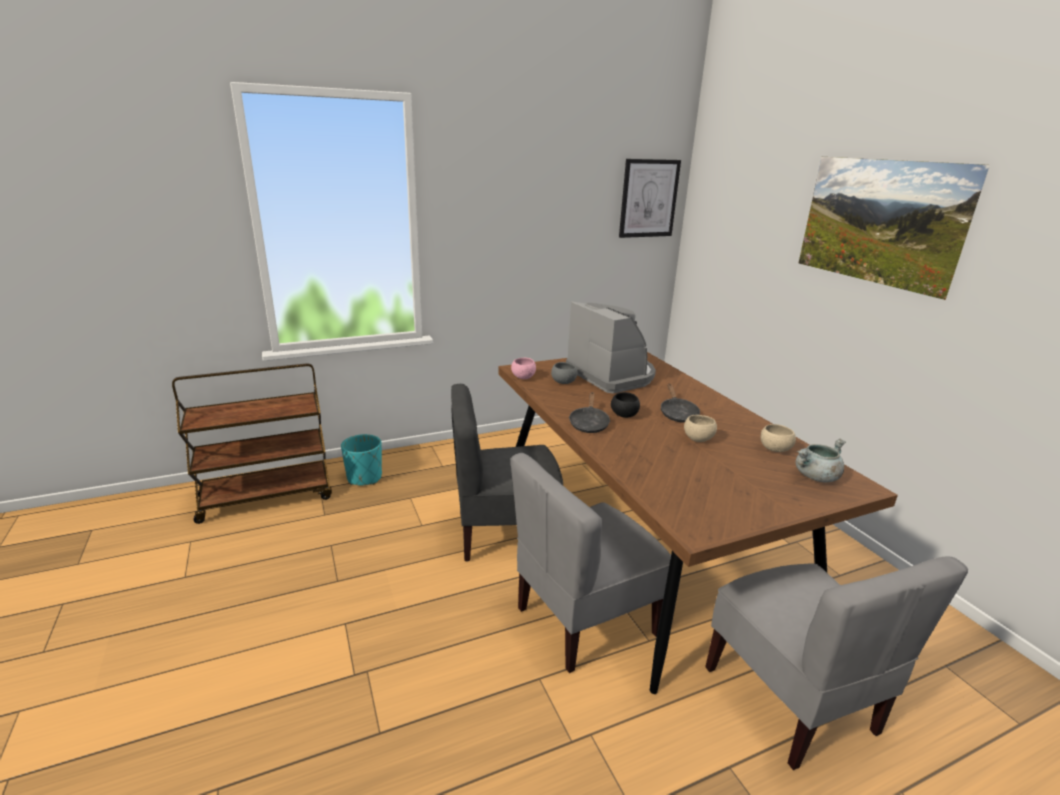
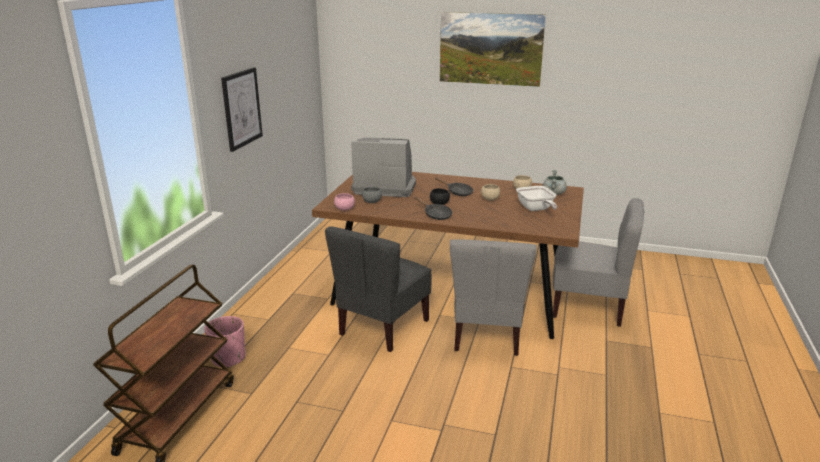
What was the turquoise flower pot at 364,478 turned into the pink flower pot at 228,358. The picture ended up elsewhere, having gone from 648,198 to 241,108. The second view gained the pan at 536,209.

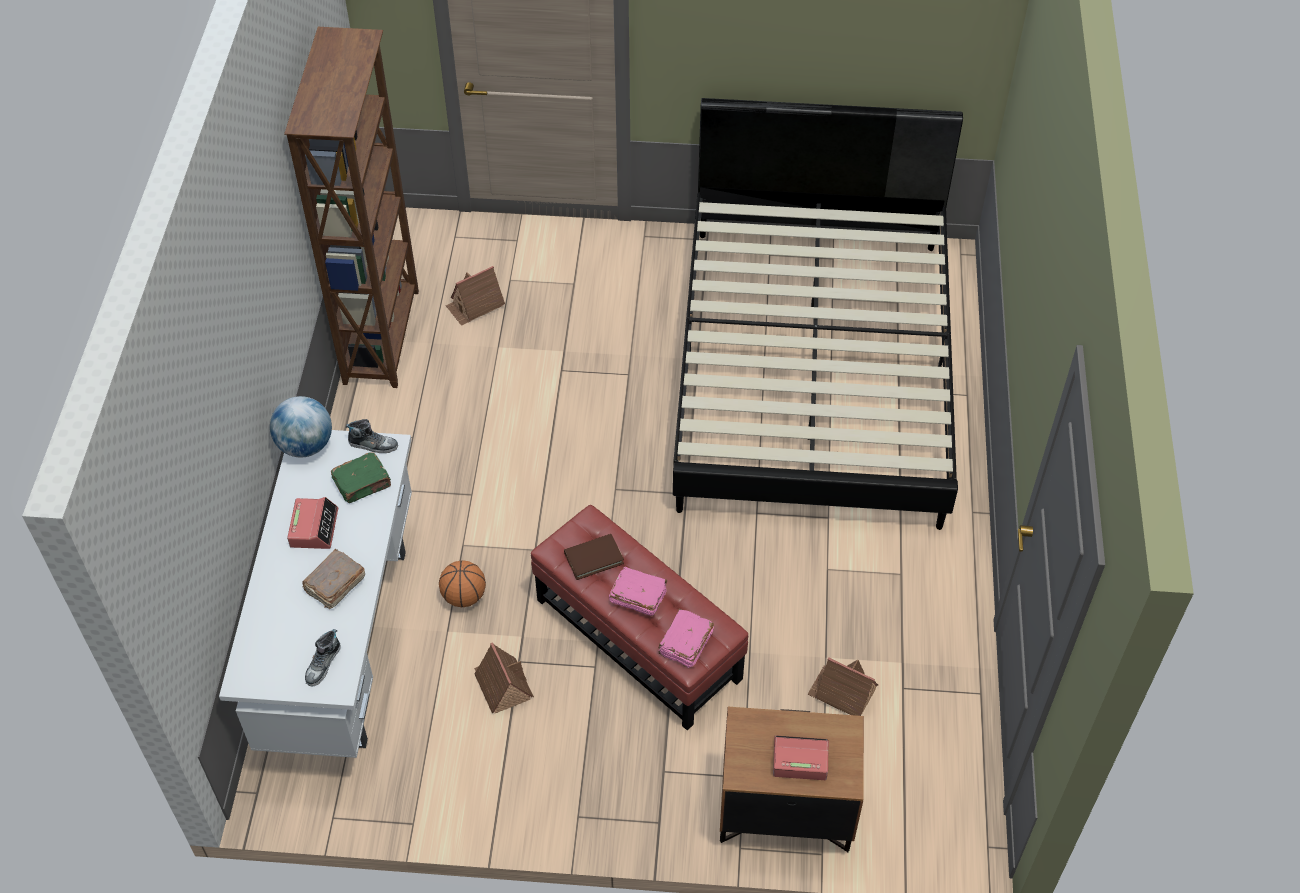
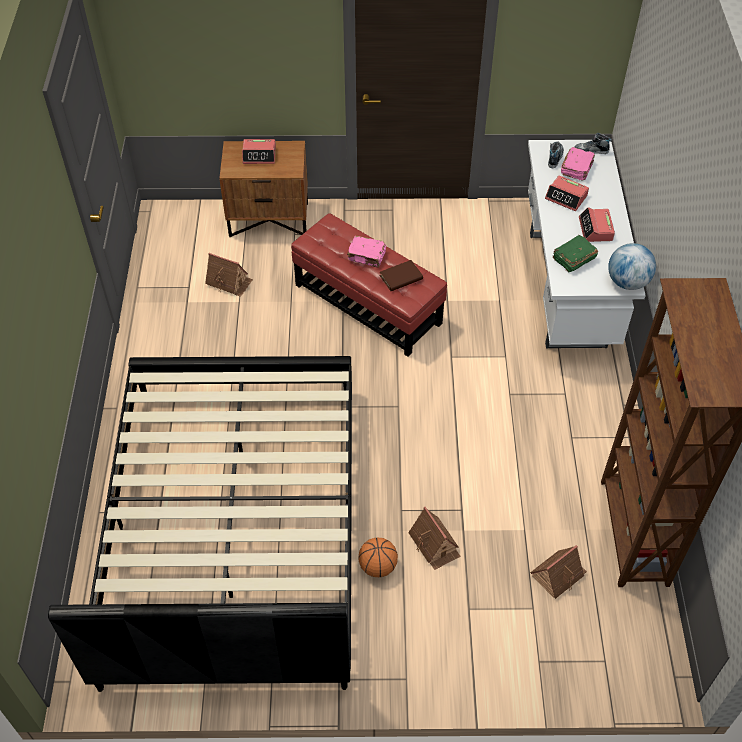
The basketball ball ended up elsewhere, having gone from 464,596 to 377,566. The miniature house ended up elsewhere, having gone from 502,685 to 434,544. Where the brown volume stood at 334,585, the alarm clock came to stand at 566,197. The pink volume ended up elsewhere, having gone from 685,644 to 577,169. The low shoe ended up elsewhere, having gone from 373,444 to 591,151.

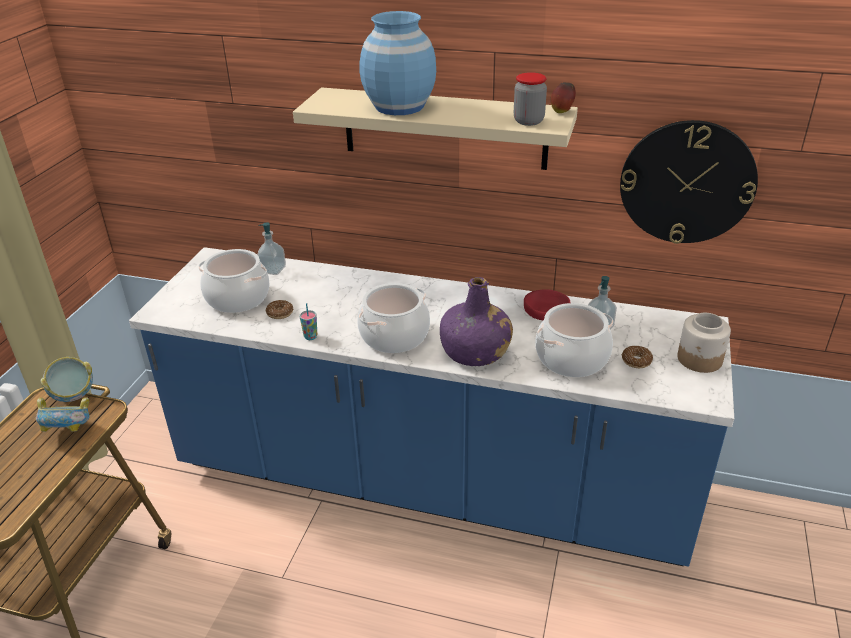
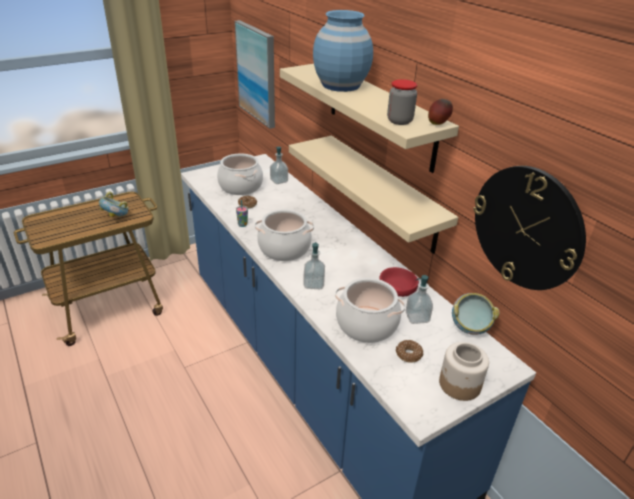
The second view gained the picture at 257,74. The second view gained the sand-coloured bracket shelf at 384,193. Where the purple beverage bottle stood at 475,352, the soap dispenser came to stand at 313,284. The deep dish ended up elsewhere, having gone from 73,396 to 469,328.

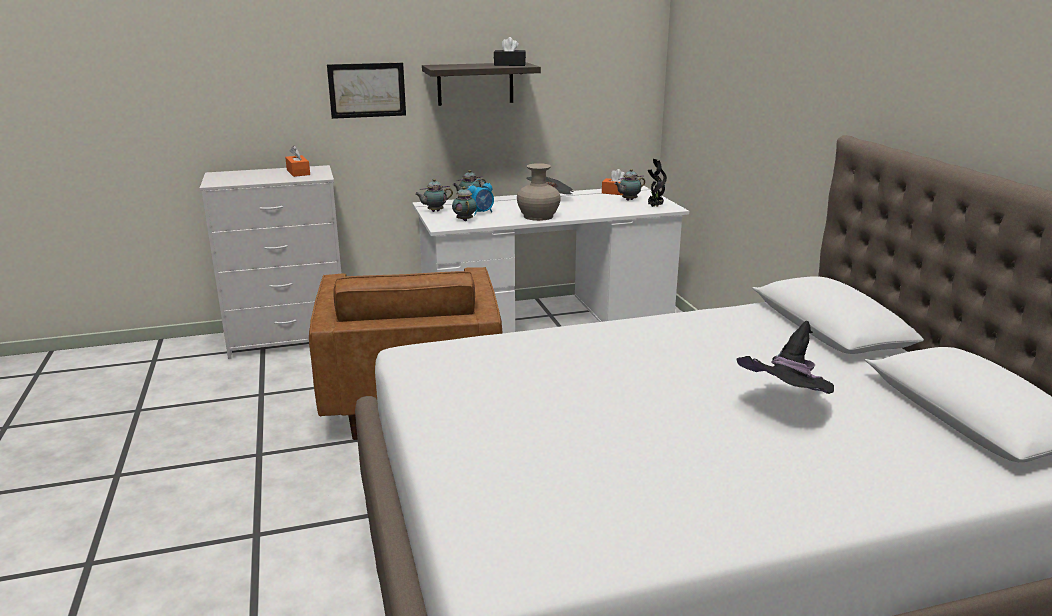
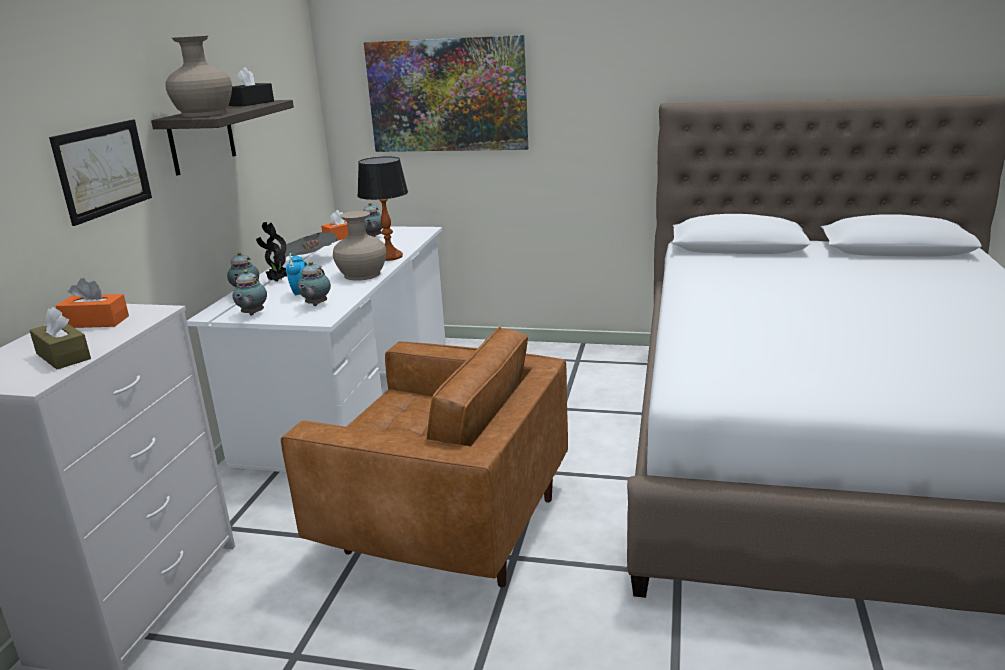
The second view gained the brown box of tissues at 63,356. The second view gained the sand-coloured vase at 204,114. The potted plant ended up elsewhere, having gone from 654,207 to 277,281. The teapot at 464,220 ended up facing another way, 90 degrees counterclockwise from before. The second view gained the lamp for a table at 389,257. The second view gained the picture at 447,95. The second view lost the blackish hat at 786,407.

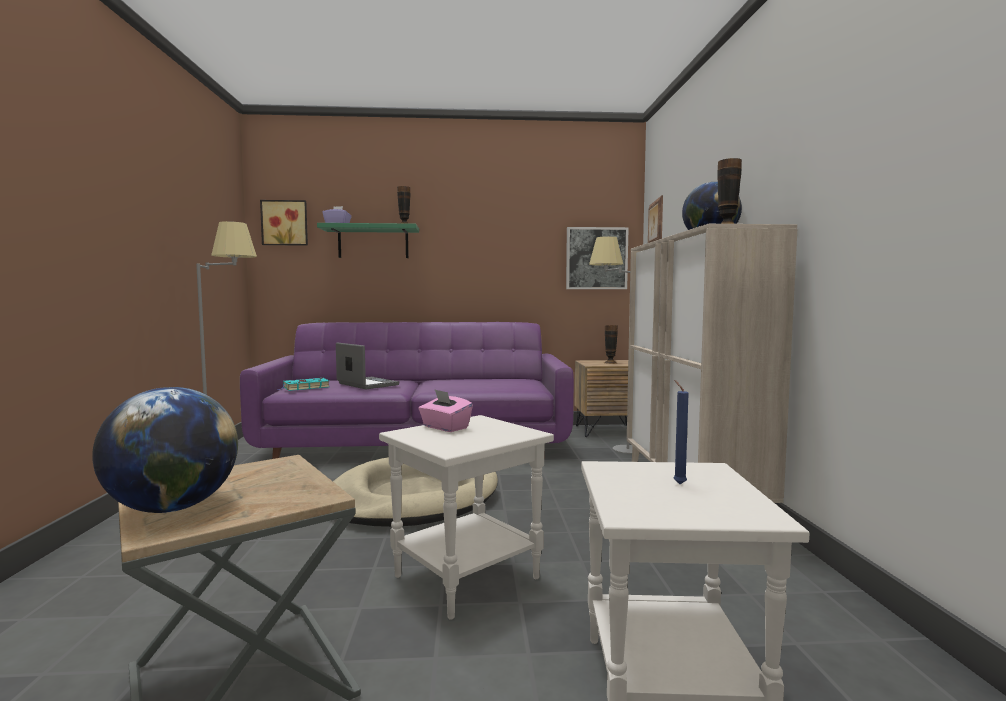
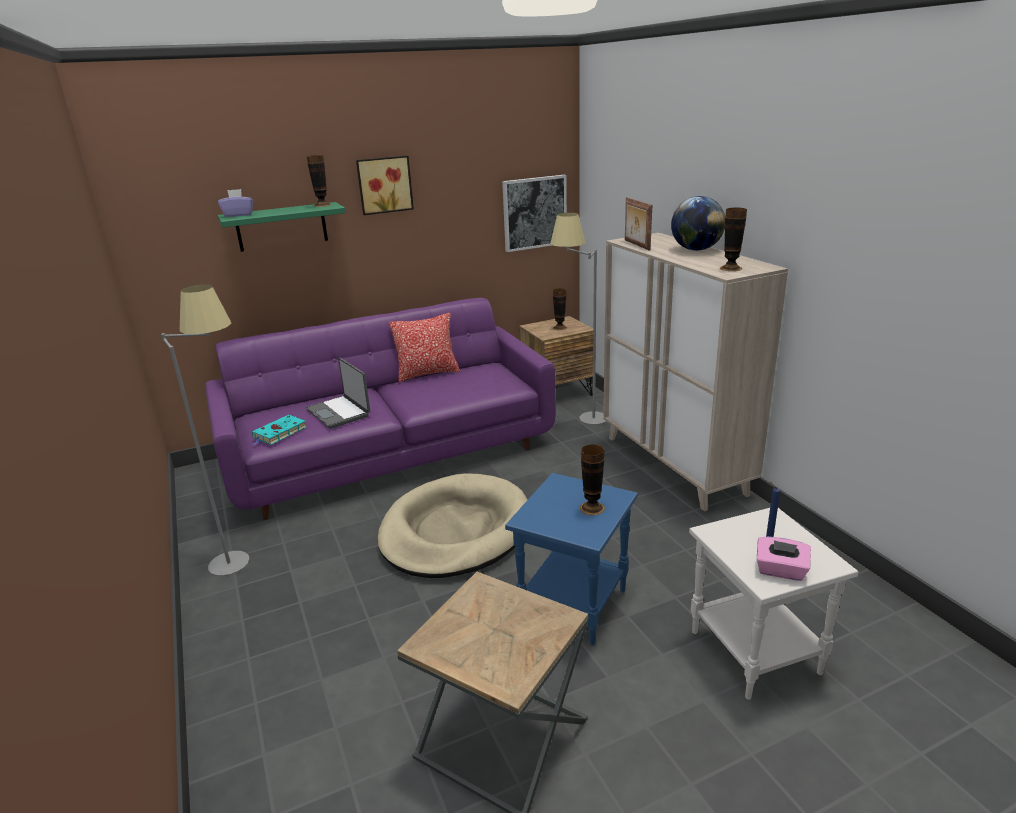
The portable computer at 366,384 ended up facing another way, 150 degrees counterclockwise from before. The picture ended up elsewhere, having gone from 285,223 to 384,185. The second view gained the cushion at 427,374. What was the whitish accent table at 466,576 turned into the blue-coloured accent table at 572,604. The second view gained the vase at 592,508. The pink box of tissues ended up elsewhere, having gone from 445,427 to 780,571. The second view lost the world globe at 173,508.

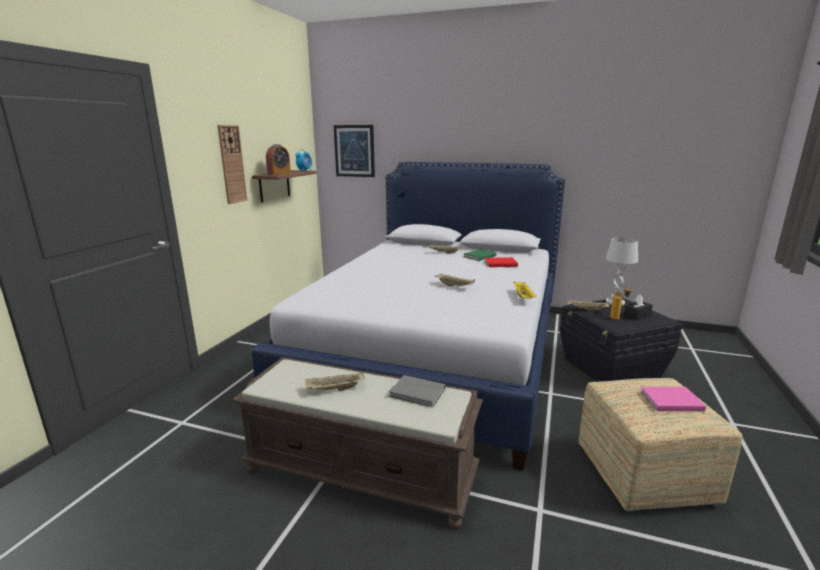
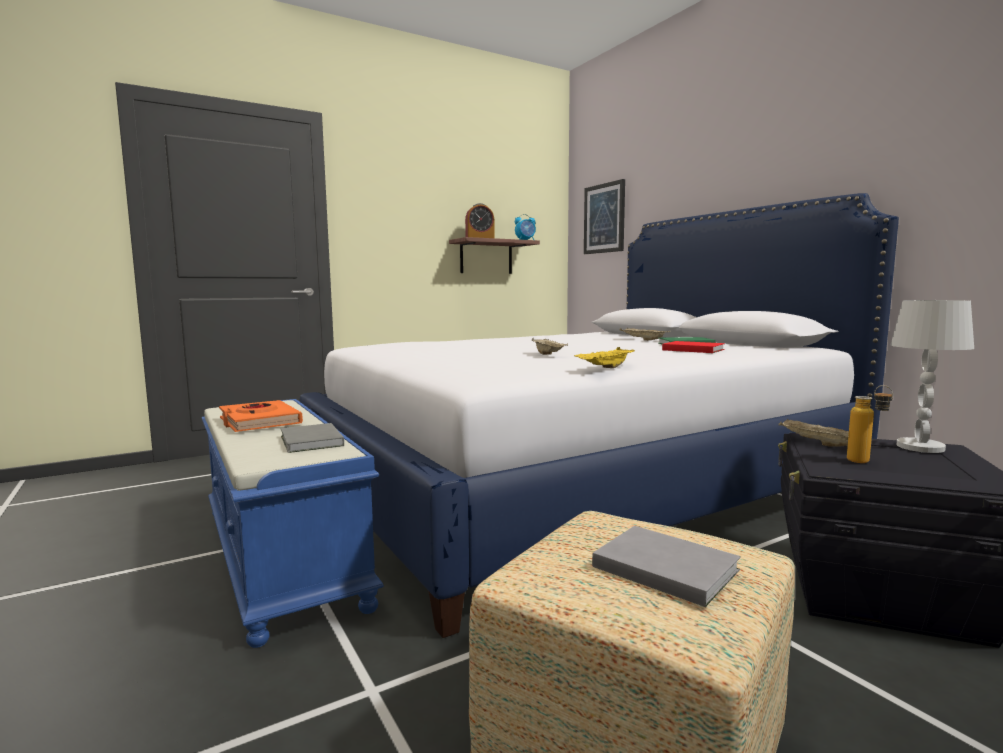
What was the brown long seat at 362,472 turned into the blue-coloured long seat at 284,555. Where the sand-coloured tray stood at 335,390, the orange-coloured volume came to stand at 259,422. What was the pink volume at 669,400 turned into the gray volume at 663,566. The second view lost the wall clock at 232,164. The second view lost the blackish box of tissues at 637,315.

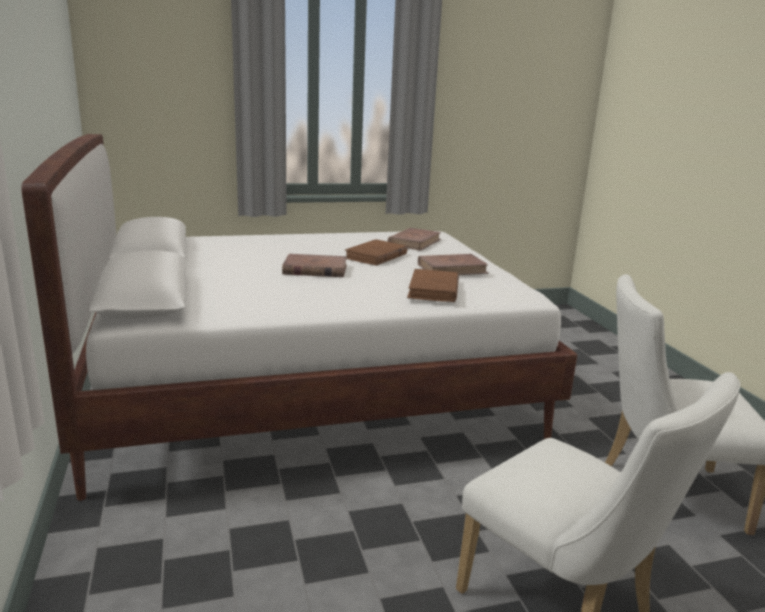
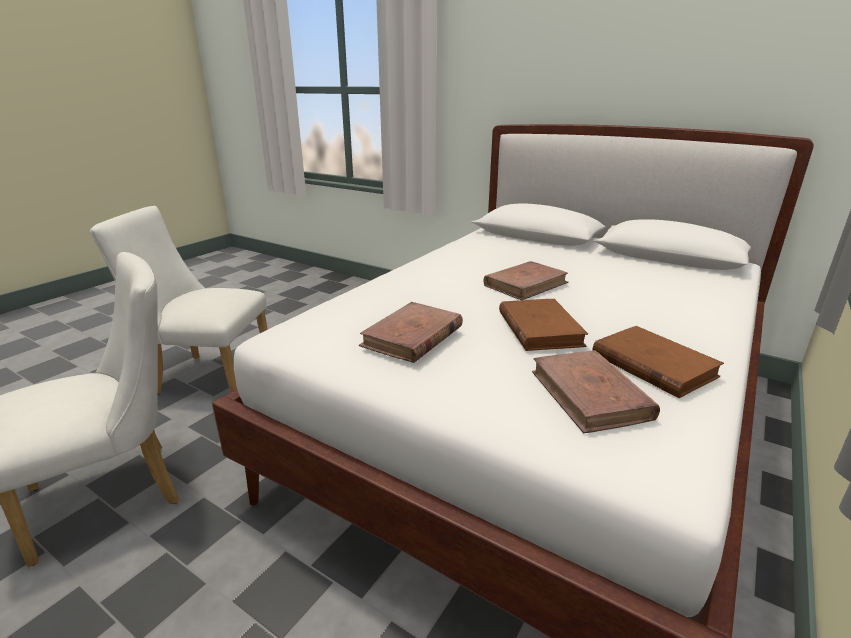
The brown volume ended up elsewhere, having gone from 433,290 to 652,365.

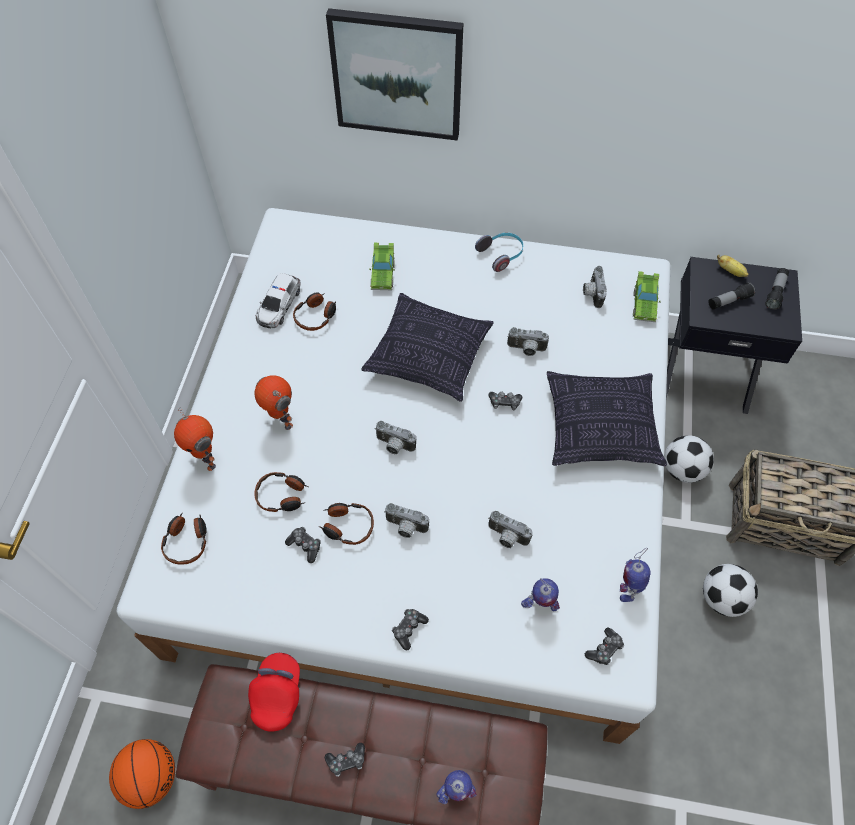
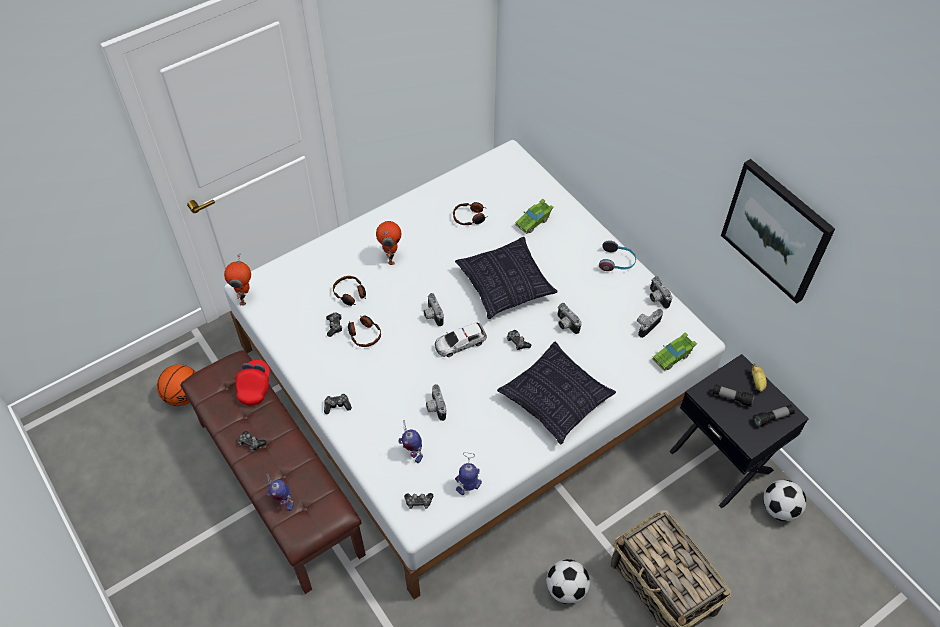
The model robot ended up elsewhere, having gone from 206,459 to 245,297. The red-coloured peaked cap at 277,694 ended up facing another way, 45 degrees counterclockwise from before. The model car ended up elsewhere, having gone from 278,305 to 460,343. The still camera ended up elsewhere, having gone from 405,528 to 656,298. The picture ended up elsewhere, having gone from 397,74 to 777,230. The football ended up elsewhere, having gone from 682,469 to 779,509. The second view lost the headset at 187,541.

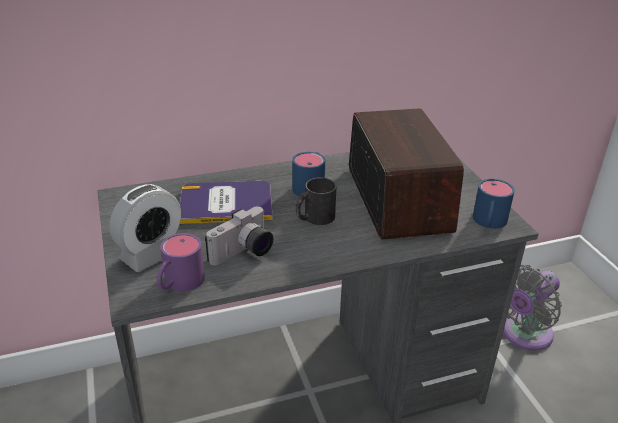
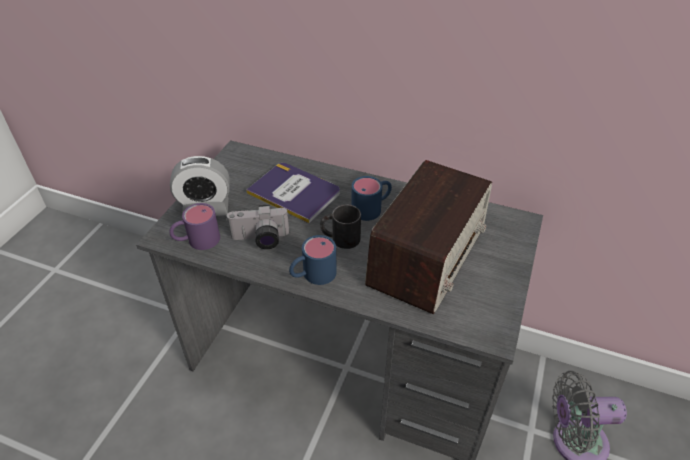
The blue-coloured mug ended up elsewhere, having gone from 488,223 to 312,275.

